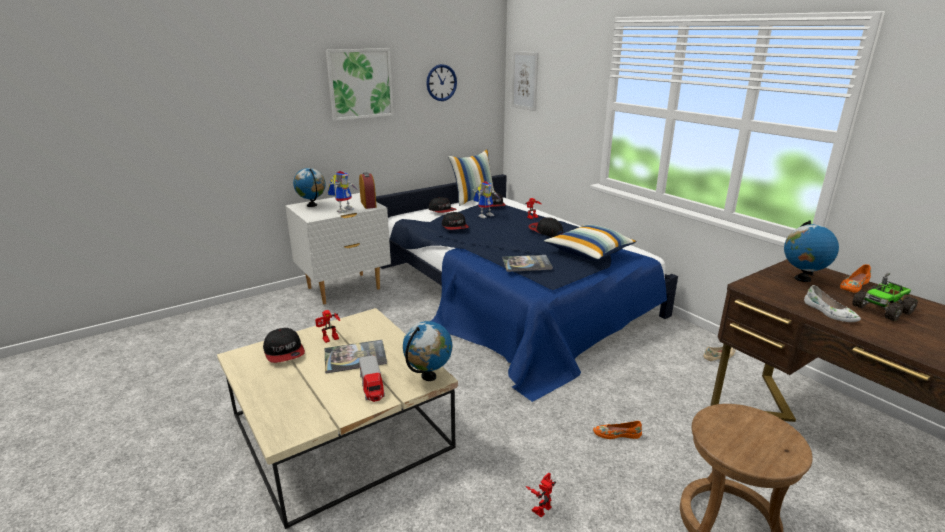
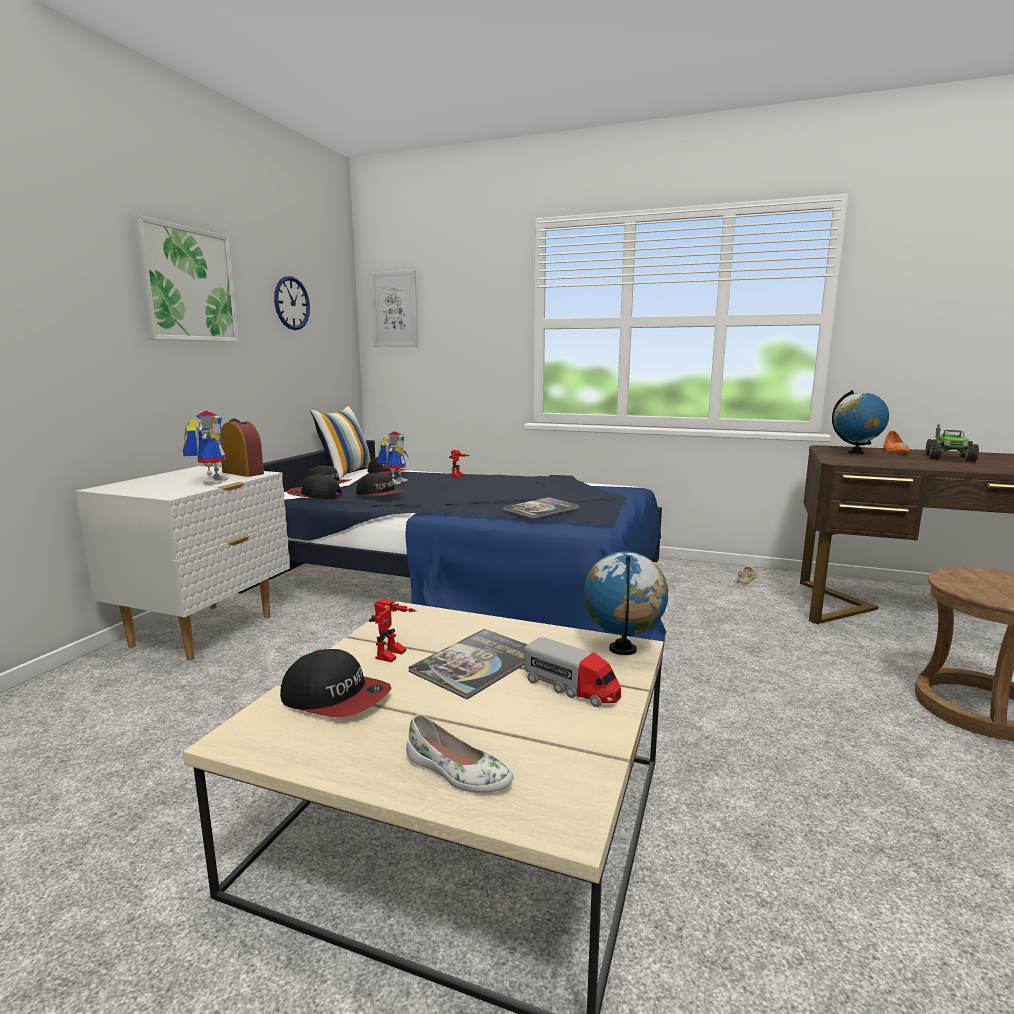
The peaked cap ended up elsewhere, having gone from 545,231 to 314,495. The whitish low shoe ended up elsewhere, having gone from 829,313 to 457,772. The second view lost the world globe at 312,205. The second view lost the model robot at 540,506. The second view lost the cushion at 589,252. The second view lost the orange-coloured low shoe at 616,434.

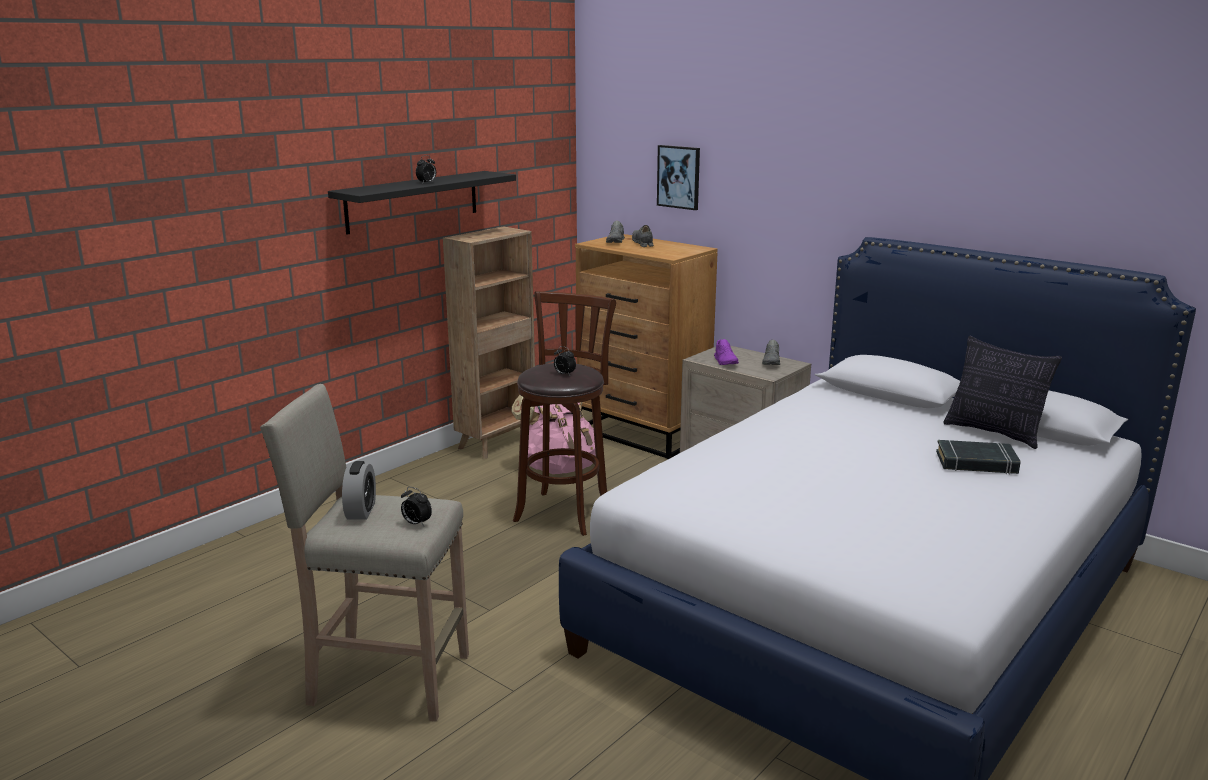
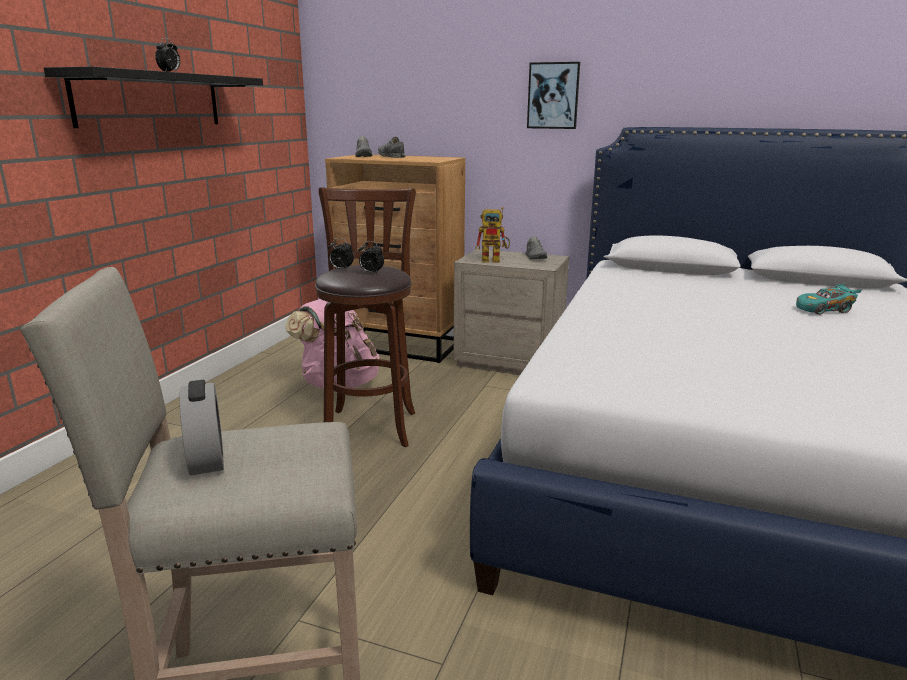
The alarm clock ended up elsewhere, having gone from 416,523 to 341,269. Where the purple low shoe stood at 725,362, the model robot came to stand at 495,260. The picture ended up elsewhere, having gone from 679,177 to 553,96. Where the blackish volume stood at 976,463, the turquoise model car came to stand at 824,310. The second view lost the brown shelving unit at 497,443. The second view lost the cushion at 994,433.

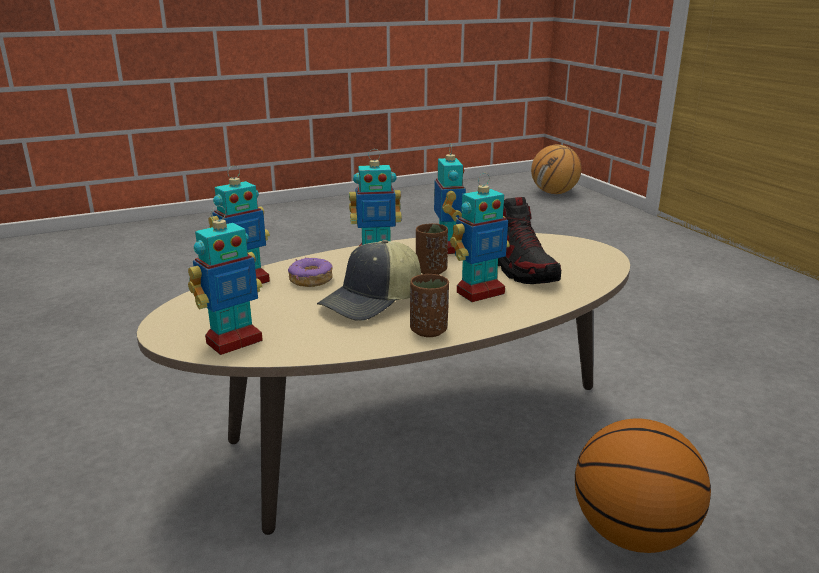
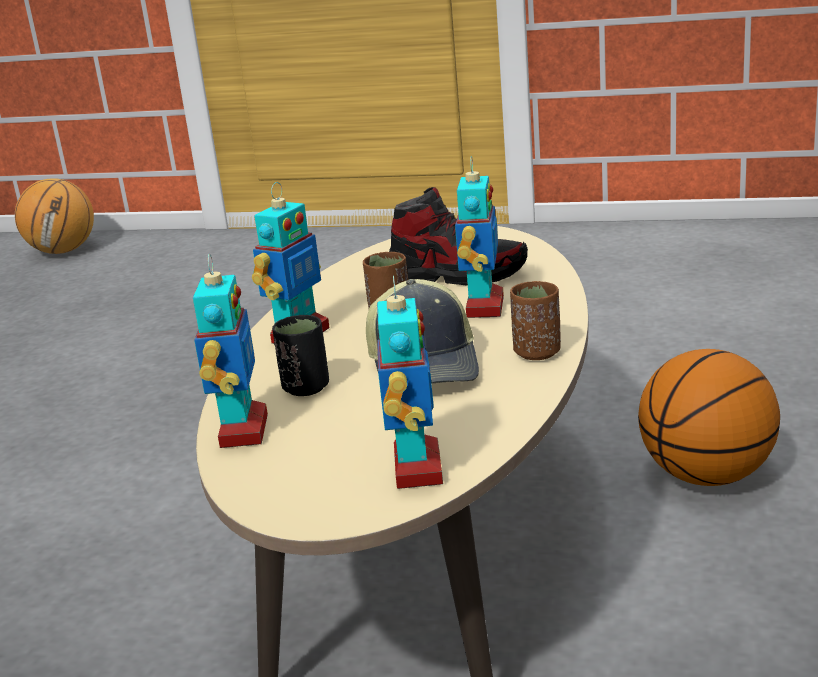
Where the doughnut stood at 310,280, the blackish drinking cup came to stand at 306,388. The second view lost the model robot at 449,248.

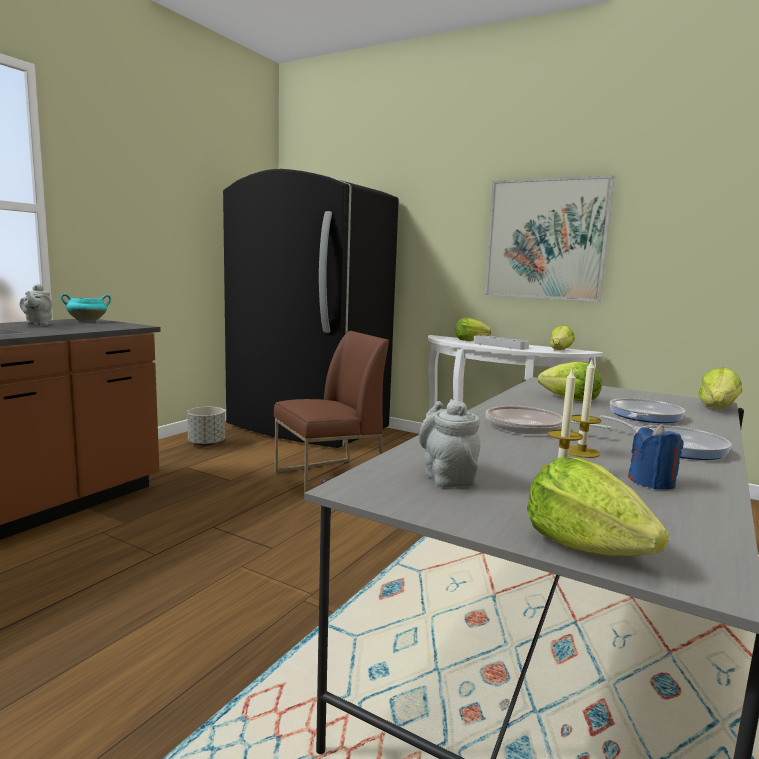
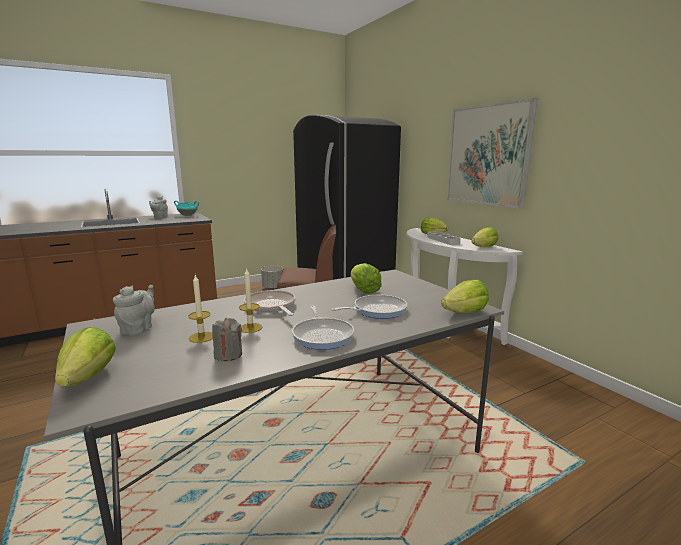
What was the blue-coloured wax candle at 652,482 turned into the gray wax candle at 228,355.

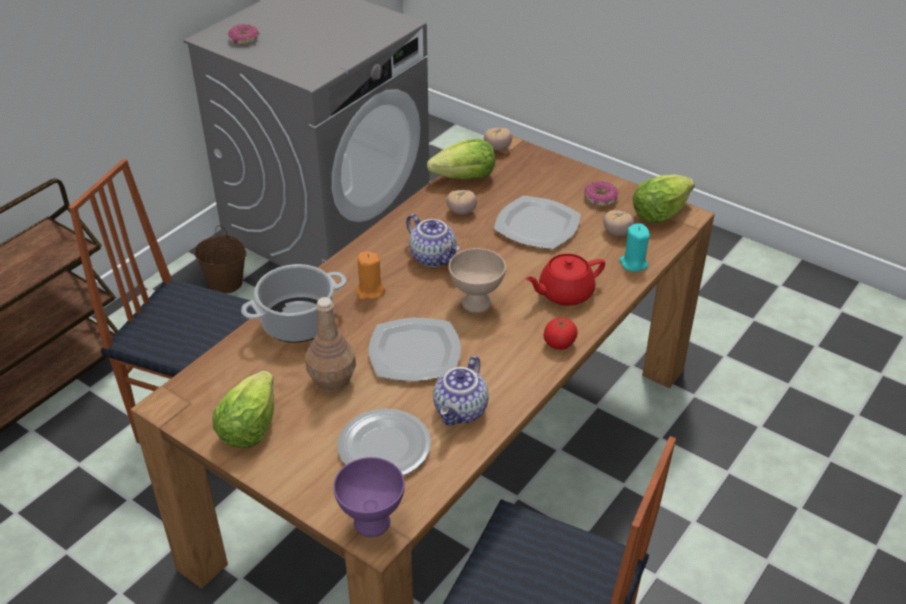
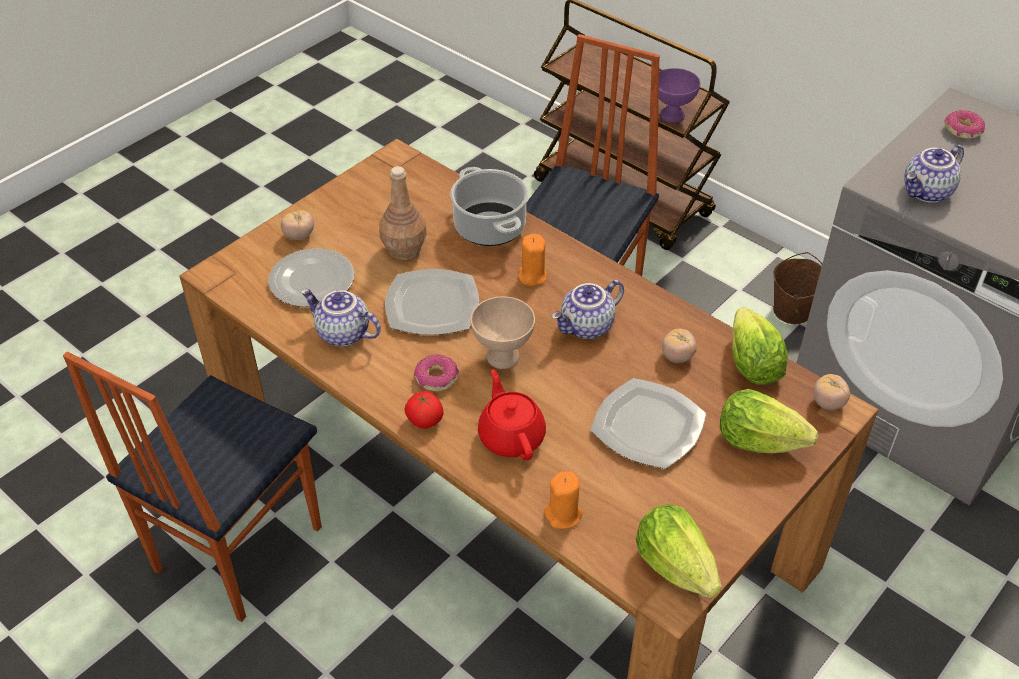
The fresh tomato ended up elsewhere, having gone from 617,233 to 299,235. The doughnut ended up elsewhere, having gone from 600,199 to 436,378. What was the turquoise wax candle at 633,263 turned into the orange-coloured wax candle at 563,515. The purple deep dish ended up elsewhere, having gone from 373,522 to 672,116. The head of lettuce ended up elsewhere, having gone from 249,427 to 758,440. The second view gained the teapot at 927,192.

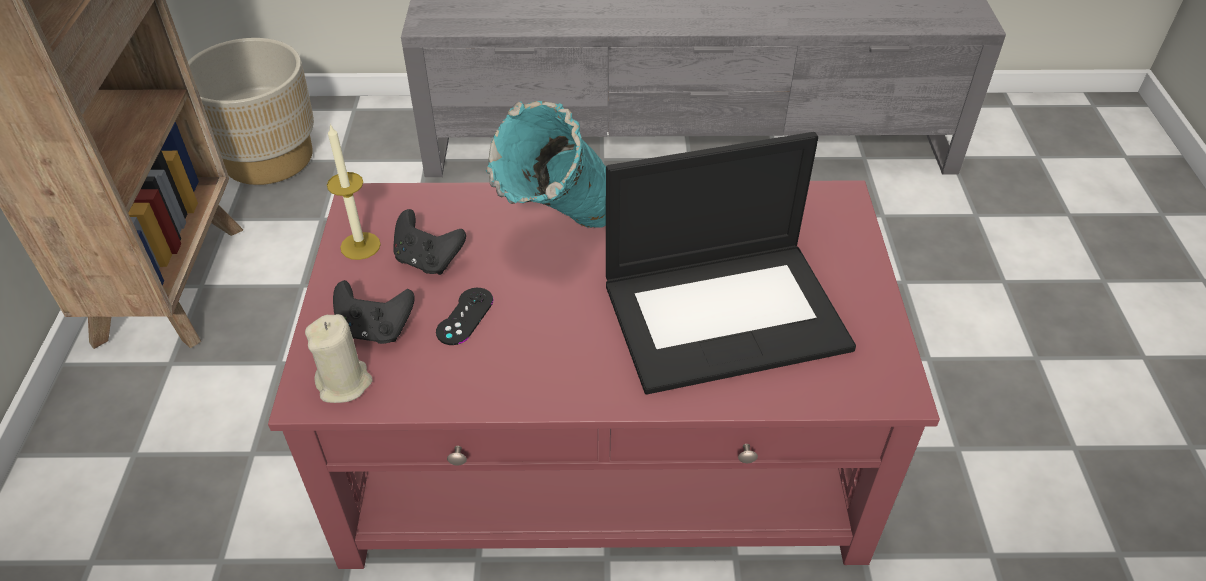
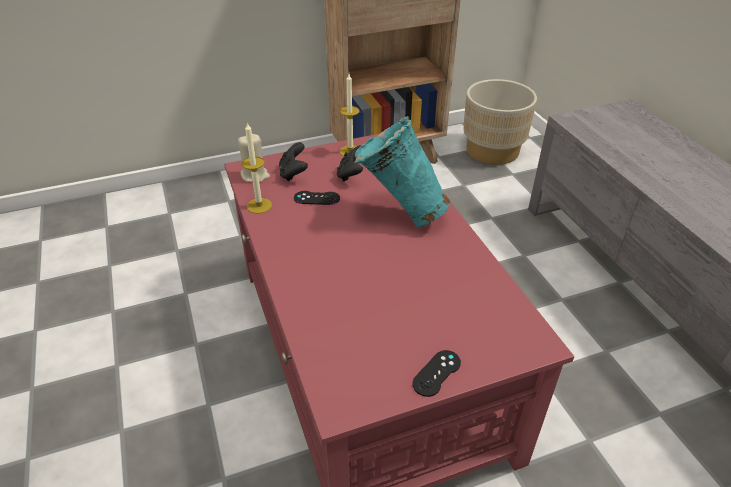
The second view gained the wax candle at 259,205. The second view gained the blackish joypad at 436,373. The second view lost the portable computer at 726,313.

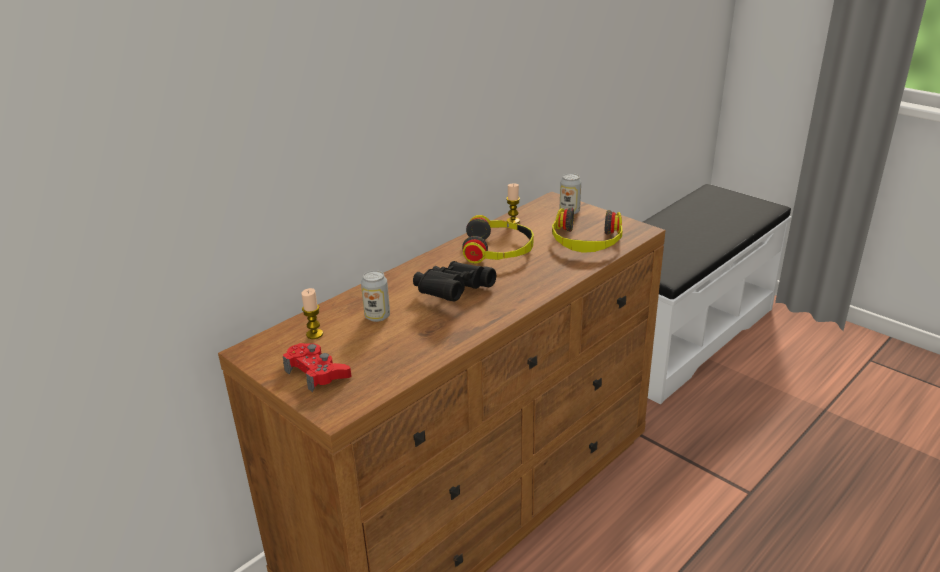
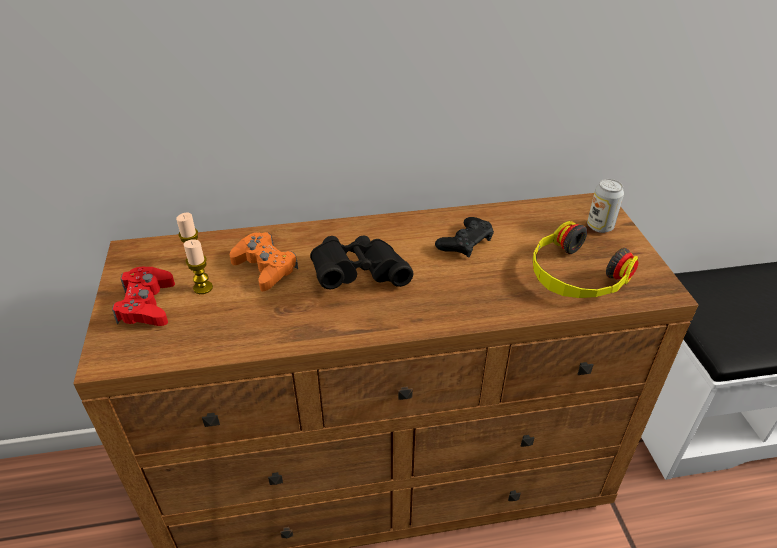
The wax candle ended up elsewhere, having gone from 513,221 to 203,288. Where the can stood at 377,316, the orange-coloured joypad came to stand at 265,267. Where the headset stood at 498,250, the blackish joypad came to stand at 465,243.

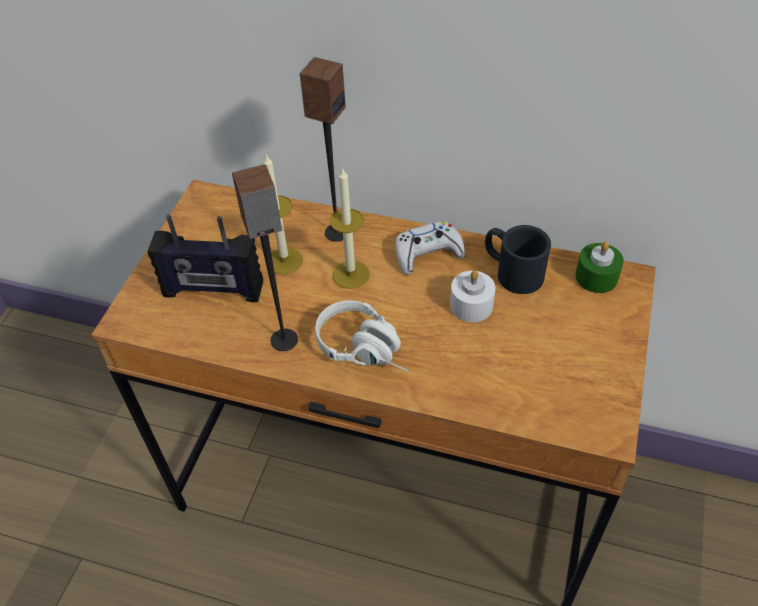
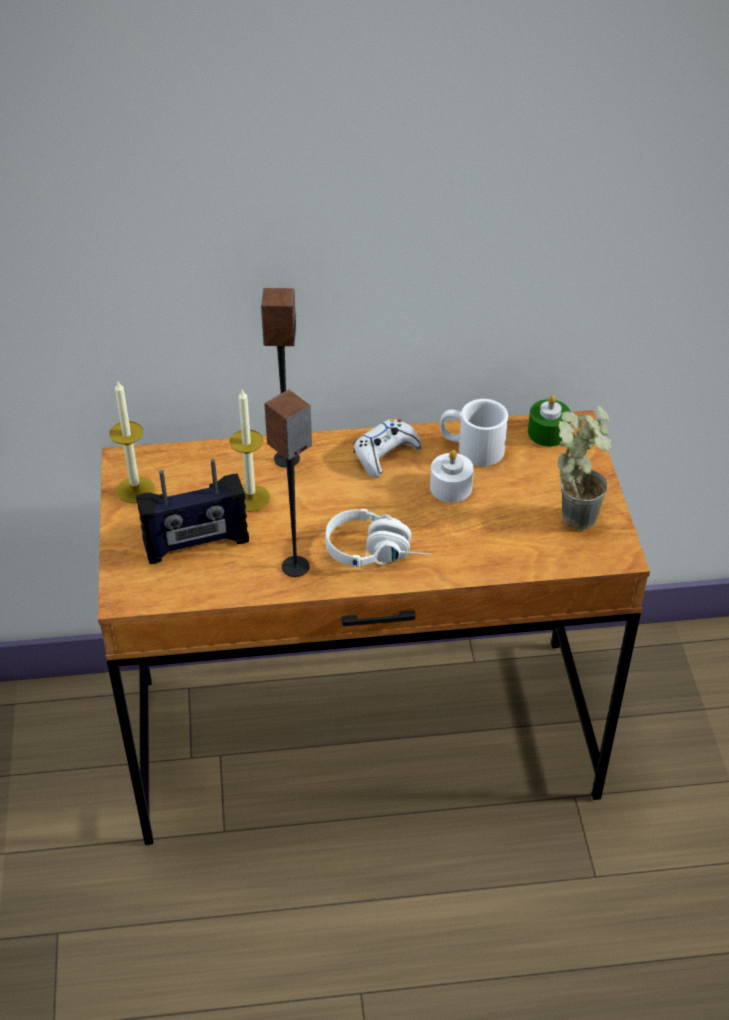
The wax candle ended up elsewhere, having gone from 351,274 to 135,489. What was the blackish mug at 511,271 turned into the whitish mug at 471,448. The second view gained the potted plant at 576,511.

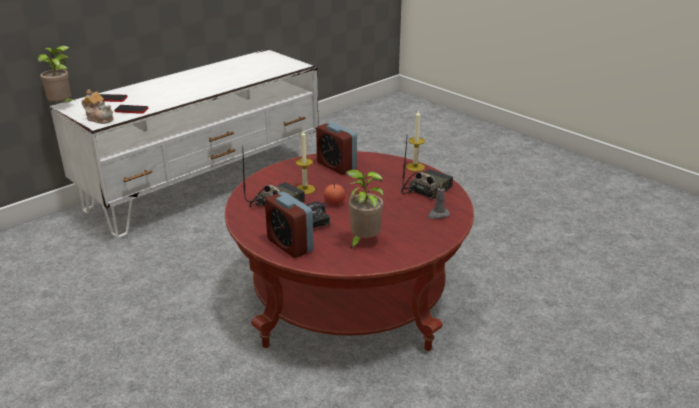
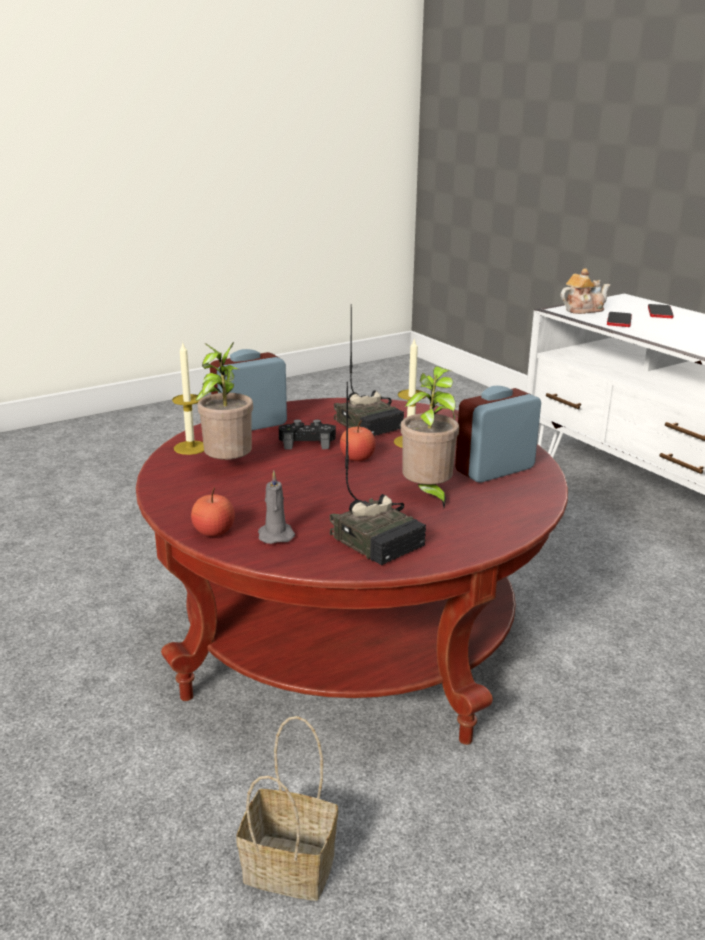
The wax candle ended up elsewhere, having gone from 415,167 to 190,448. The second view gained the apple at 214,532. The second view gained the storage basket at 286,868. The potted plant ended up elsewhere, having gone from 63,106 to 427,495. The teapot at 100,119 ended up facing another way, 150 degrees counterclockwise from before.

